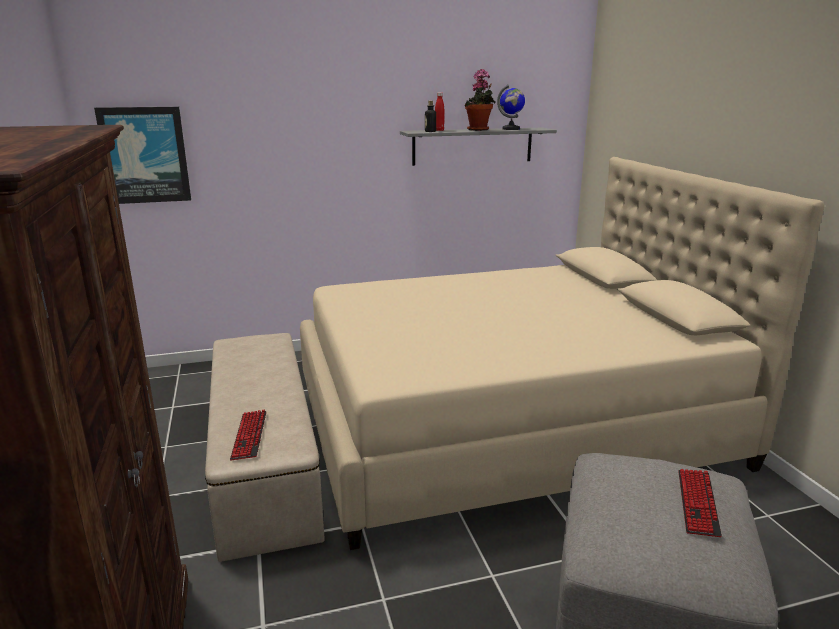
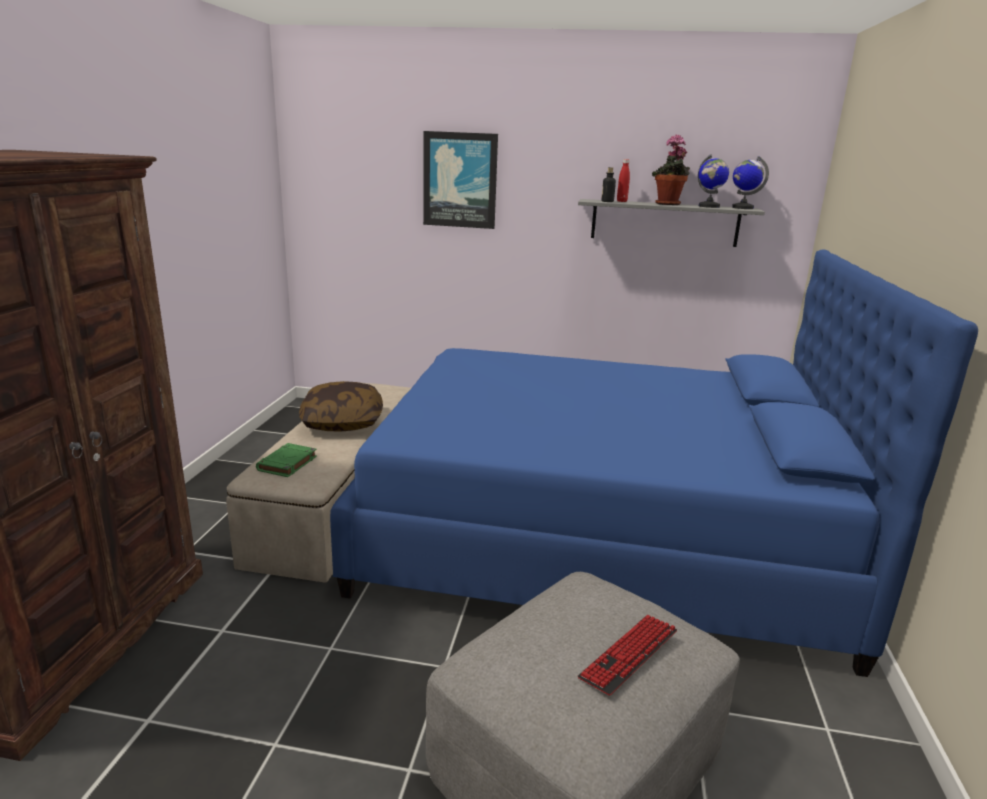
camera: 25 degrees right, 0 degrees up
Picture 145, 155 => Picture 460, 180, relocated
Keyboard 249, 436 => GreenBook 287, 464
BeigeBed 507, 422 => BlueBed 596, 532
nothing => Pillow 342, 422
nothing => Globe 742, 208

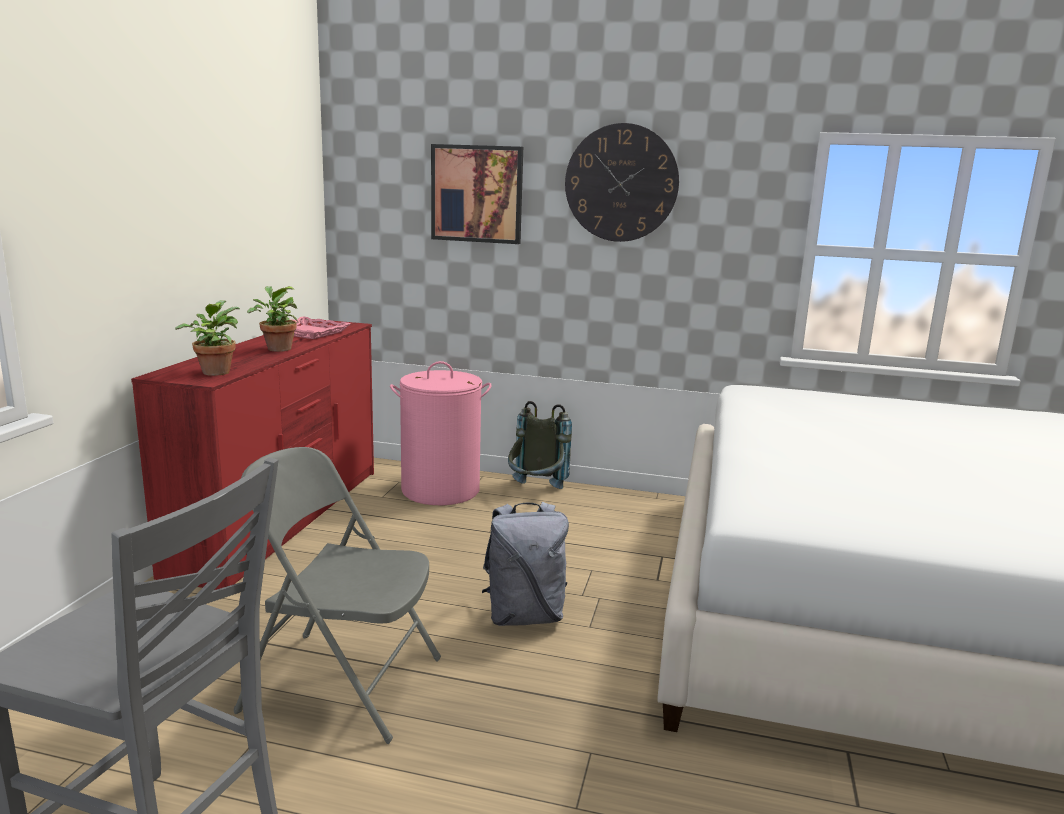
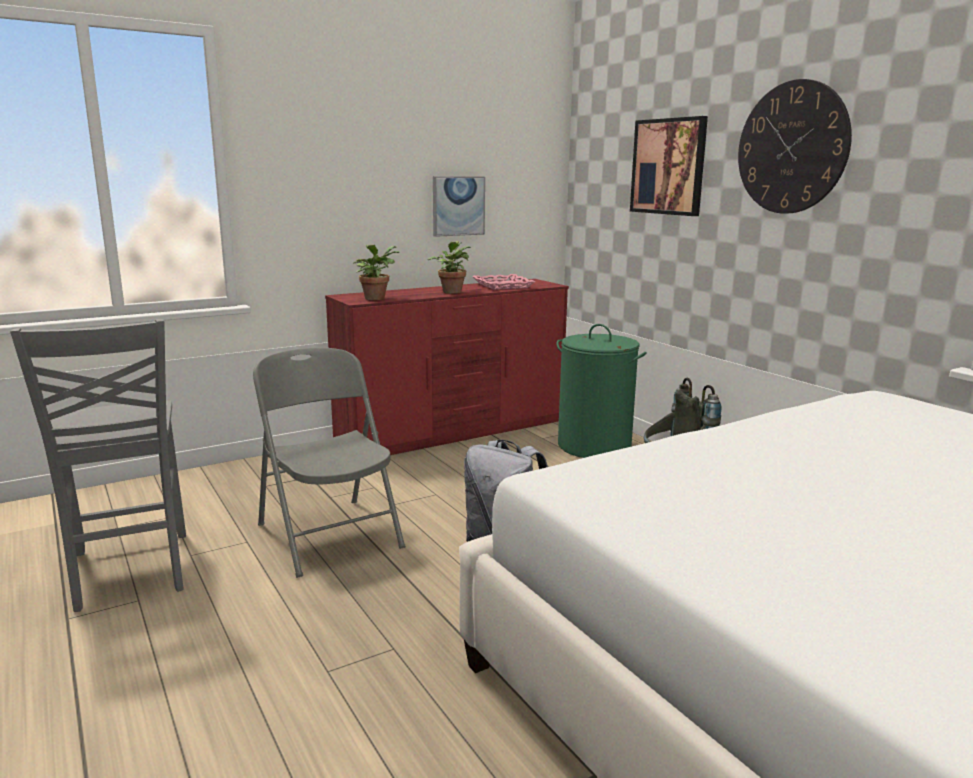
camera: 45 degrees right, 0 degrees up
PinkLaundryBasket 441, 490 => GreenLaundryBasket 594, 446
nothing => Picture 458, 206

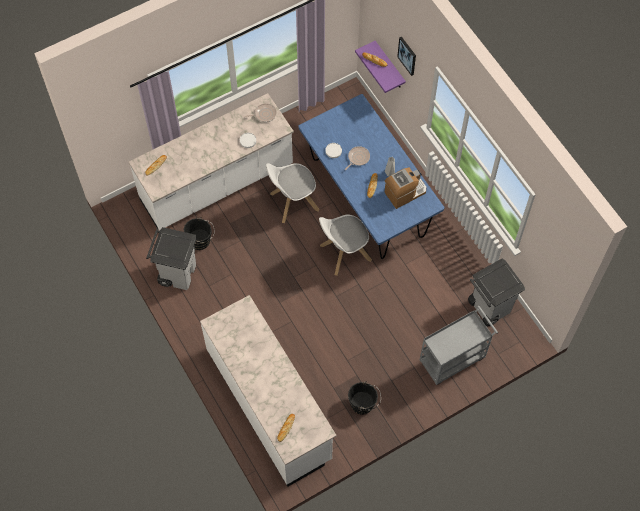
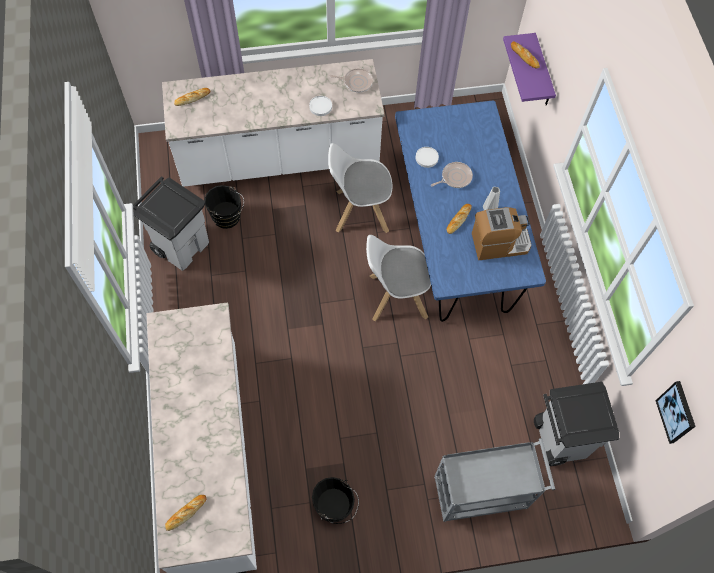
camera: 20 degrees right, 0 degrees up
Picture 407, 55 => Picture 676, 412, relocated

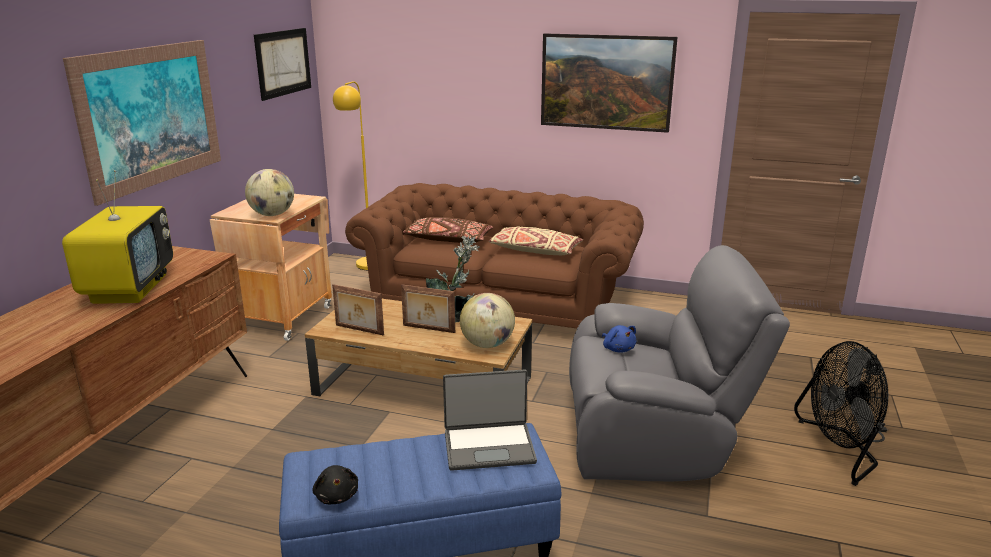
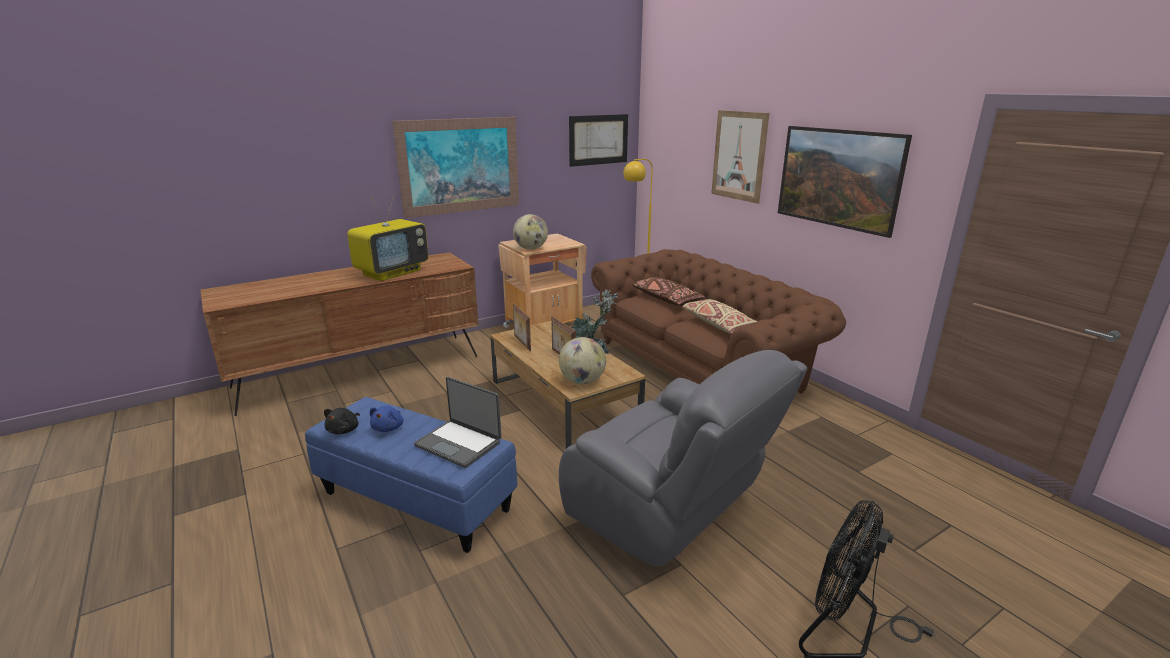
camera: 40 degrees right, 0 degrees up
BluePlushToy 618, 349 => BluePlushToy 389, 428, relocated
nothing => Picture 739, 156

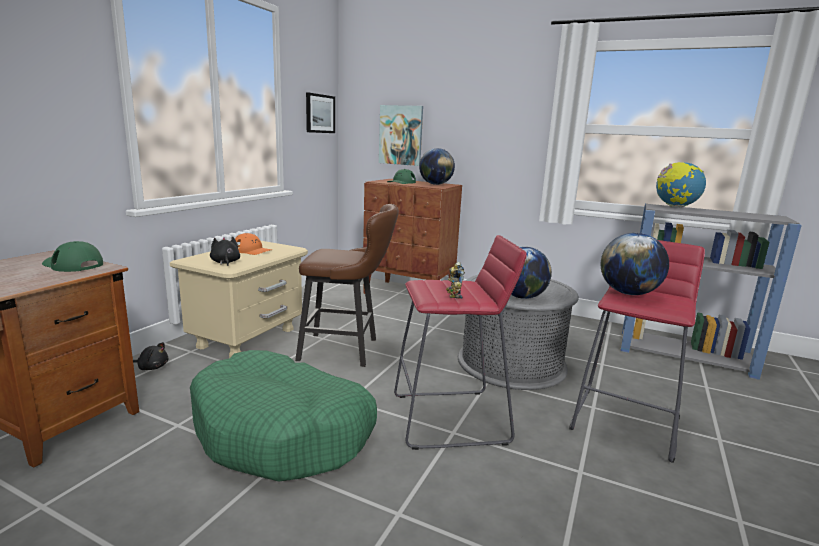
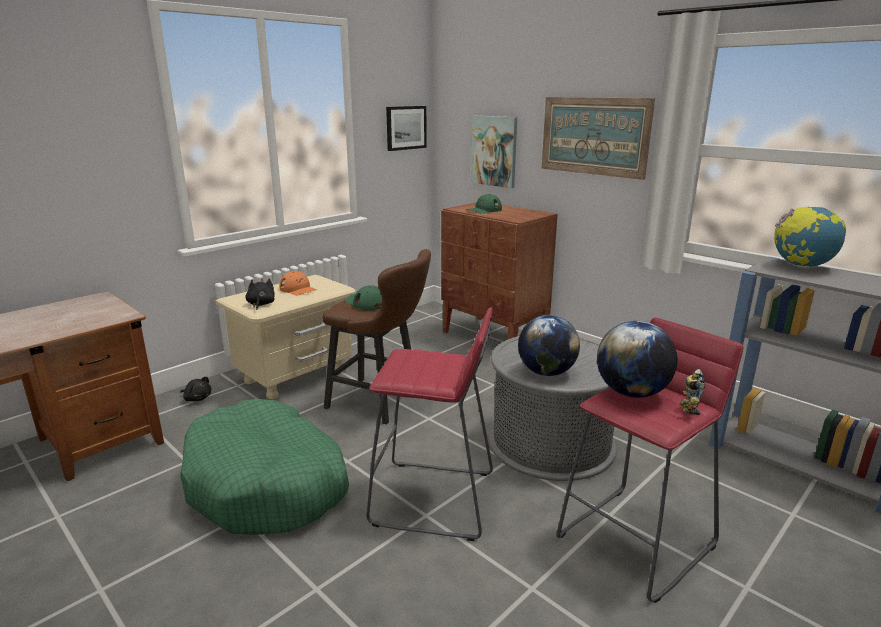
camera: 20 degrees right, 5 degrees up
GreenCap 73, 264 => GreenCap 366, 303, relocated
Globe 435, 184 => nothing
ToyRobot 453, 295 => ToyRobot 688, 408, relocated
nothing => Picture 594, 136

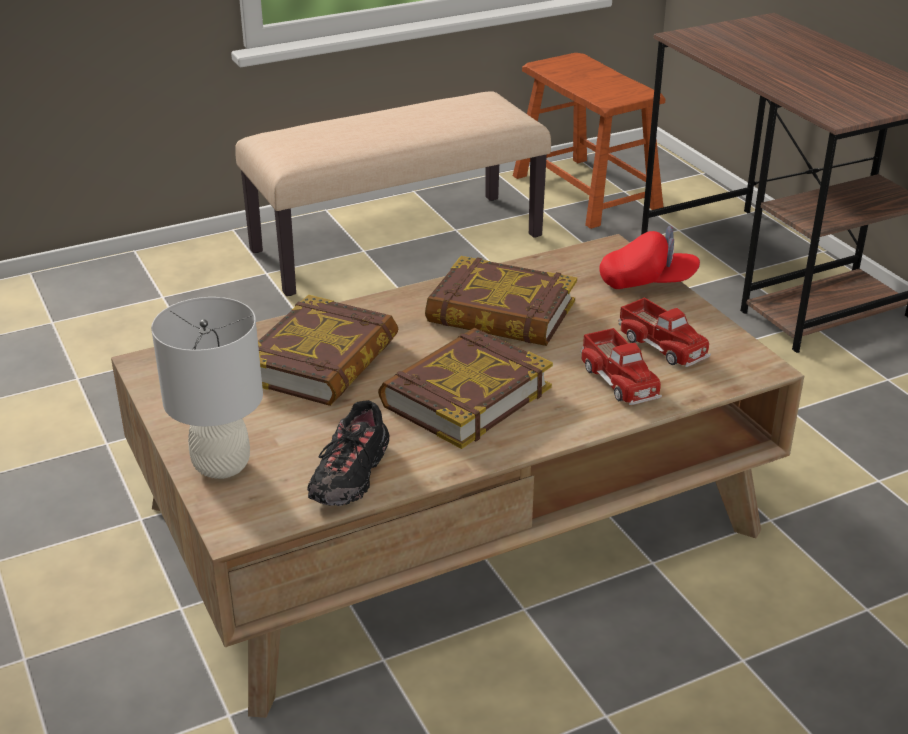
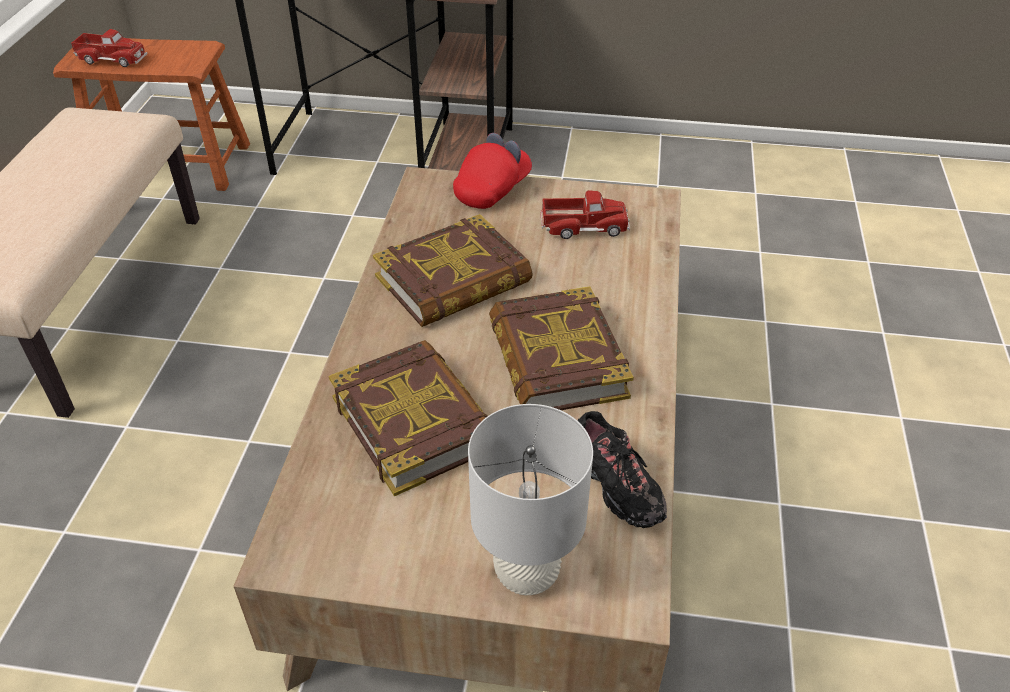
camera: 55 degrees left, 10 degrees up
ToyTruck 620, 379 => ToyTruck 112, 58, relocated

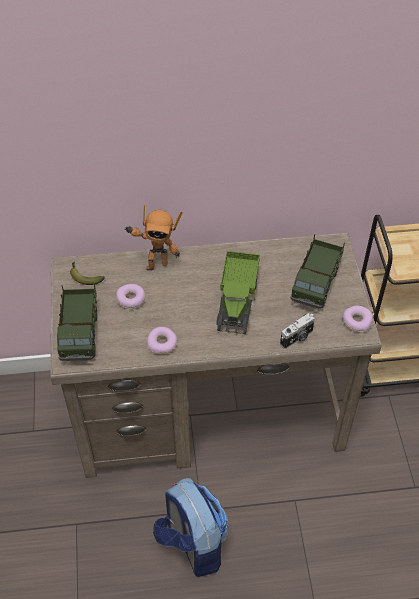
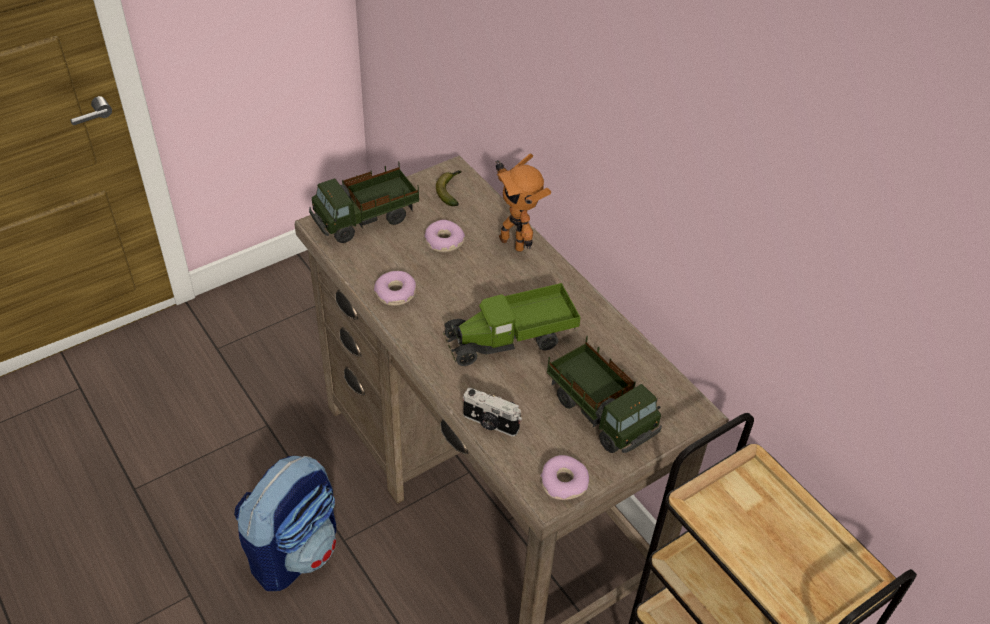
camera: 60 degrees right, 5 degrees down
ToyTruck 316, 283 => ToyTruck 600, 412, 120 degrees counterclockwise

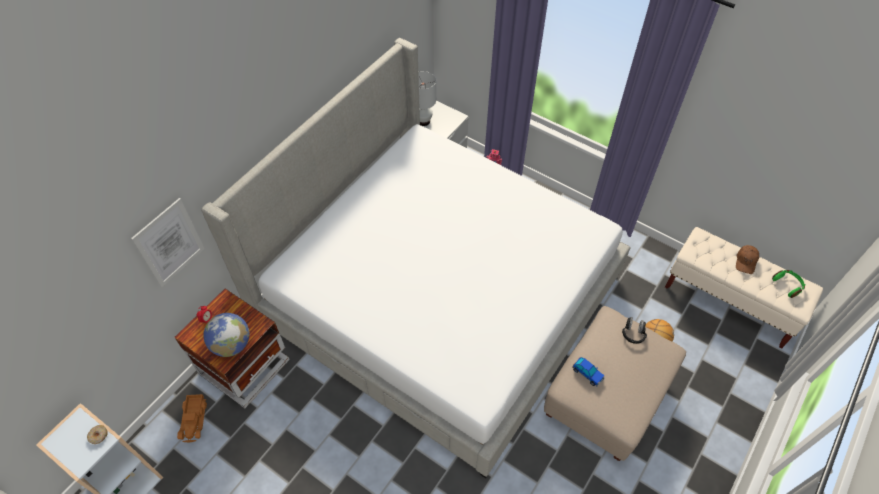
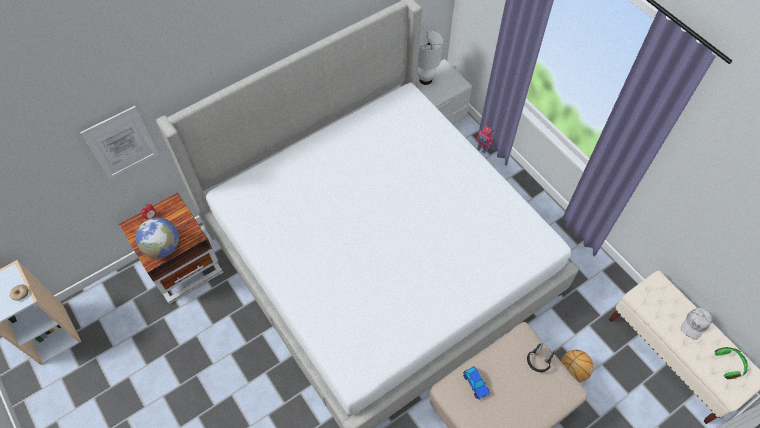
camera: 20 degrees right, 5 degrees up
ToyTruck 194, 419 => nothing
BrownCap 746, 261 => WhiteCap 695, 324

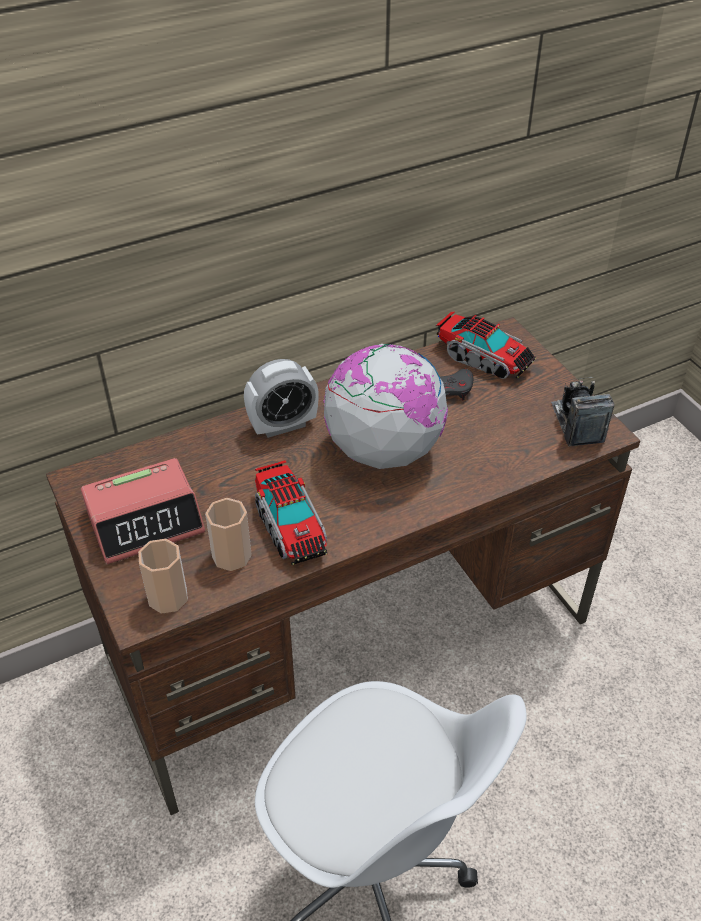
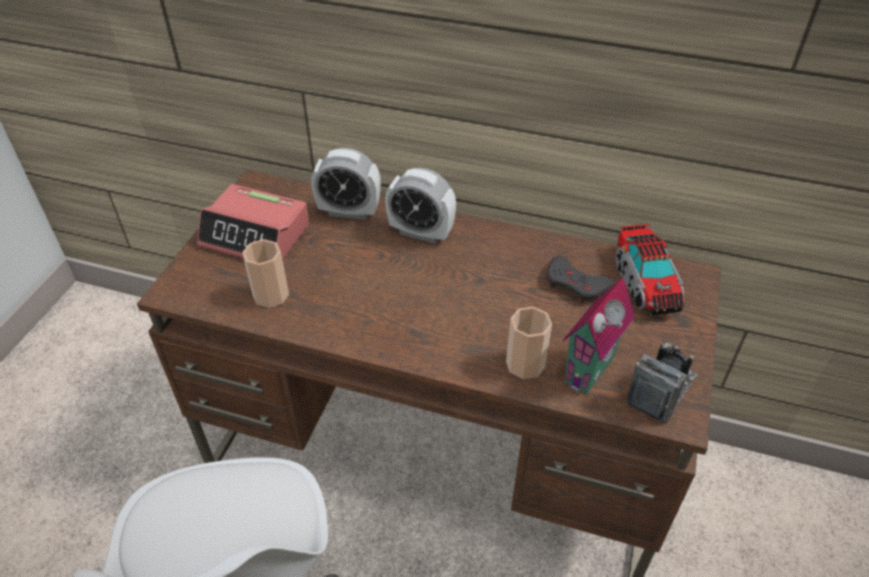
camera: 45 degrees right, 0 degrees up
Cup 168, 597 => Cup 525, 364, relocated
ToyTruck 290, 525 => nothing
Globe 383, 450 => nothing
nothing => AlarmClock 349, 211
nothing => ToyHouse 592, 372

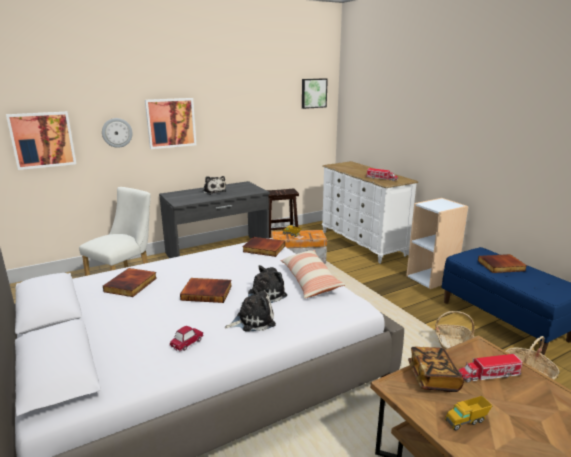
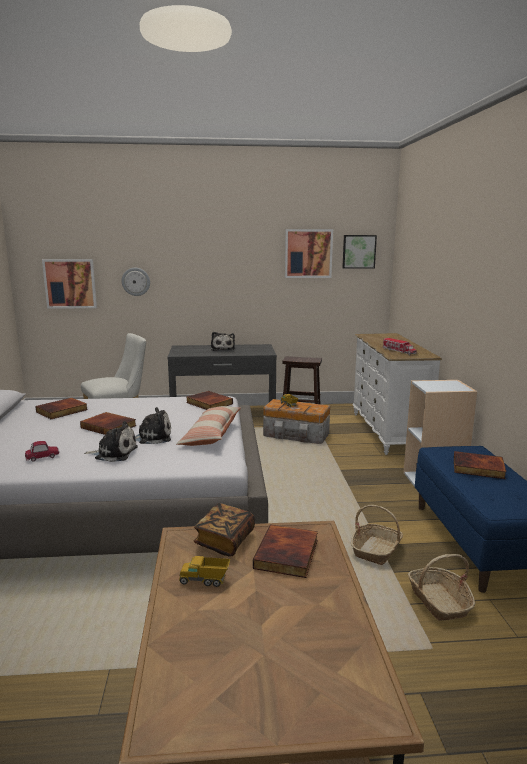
camera: 25 degrees right, 5 degrees down
Picture 171, 123 => Picture 308, 253, relocated
ToyTruck 488, 375 => Book 288, 554

